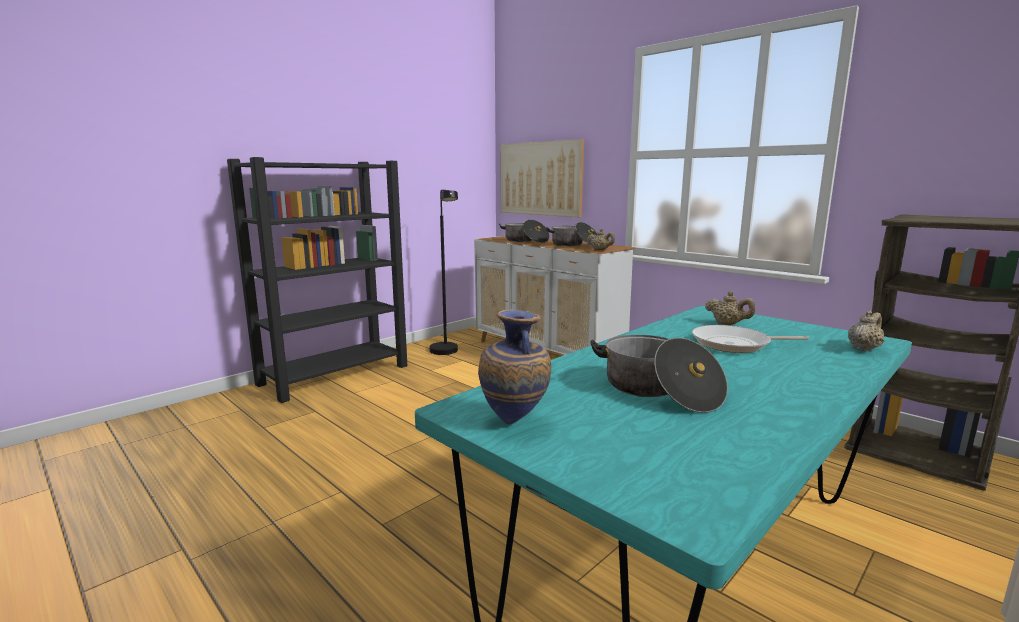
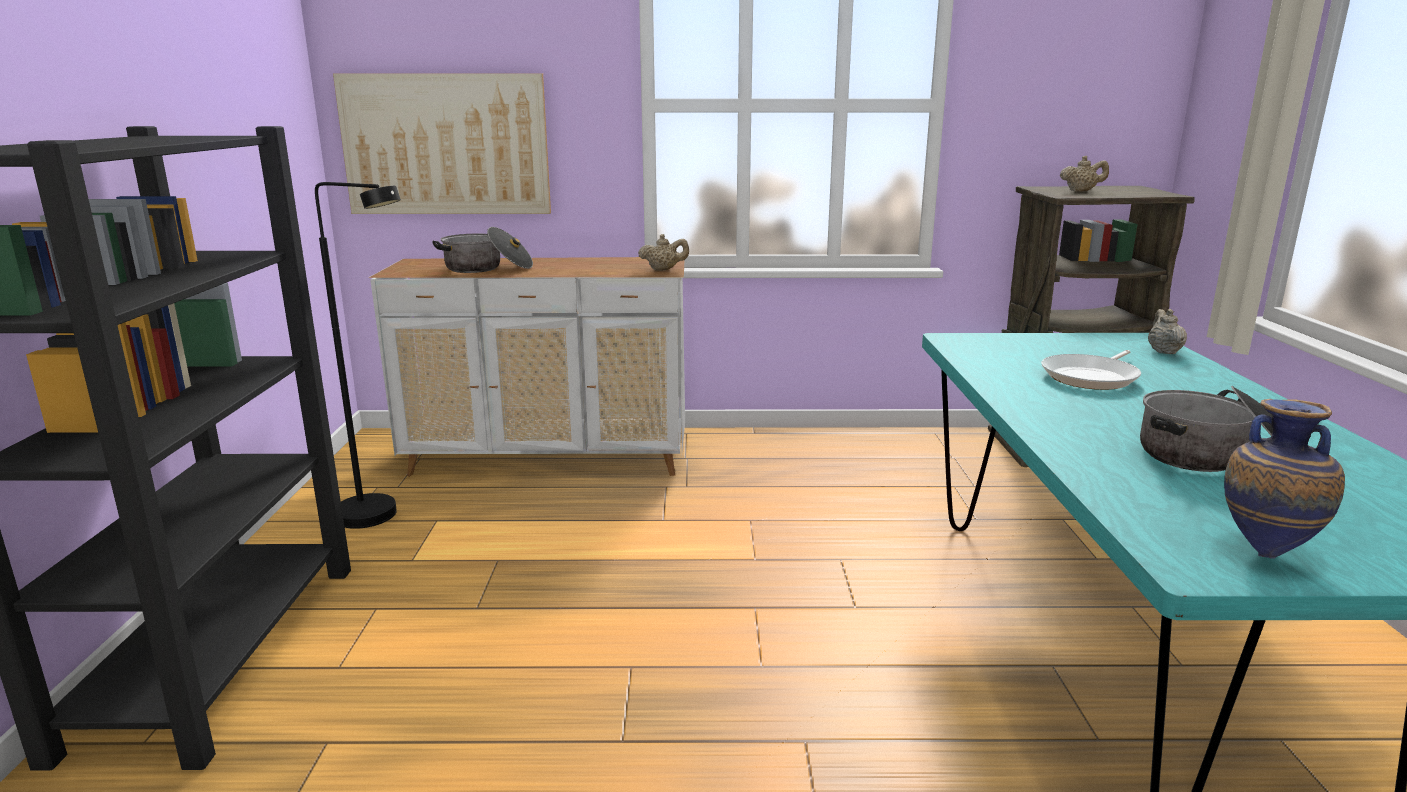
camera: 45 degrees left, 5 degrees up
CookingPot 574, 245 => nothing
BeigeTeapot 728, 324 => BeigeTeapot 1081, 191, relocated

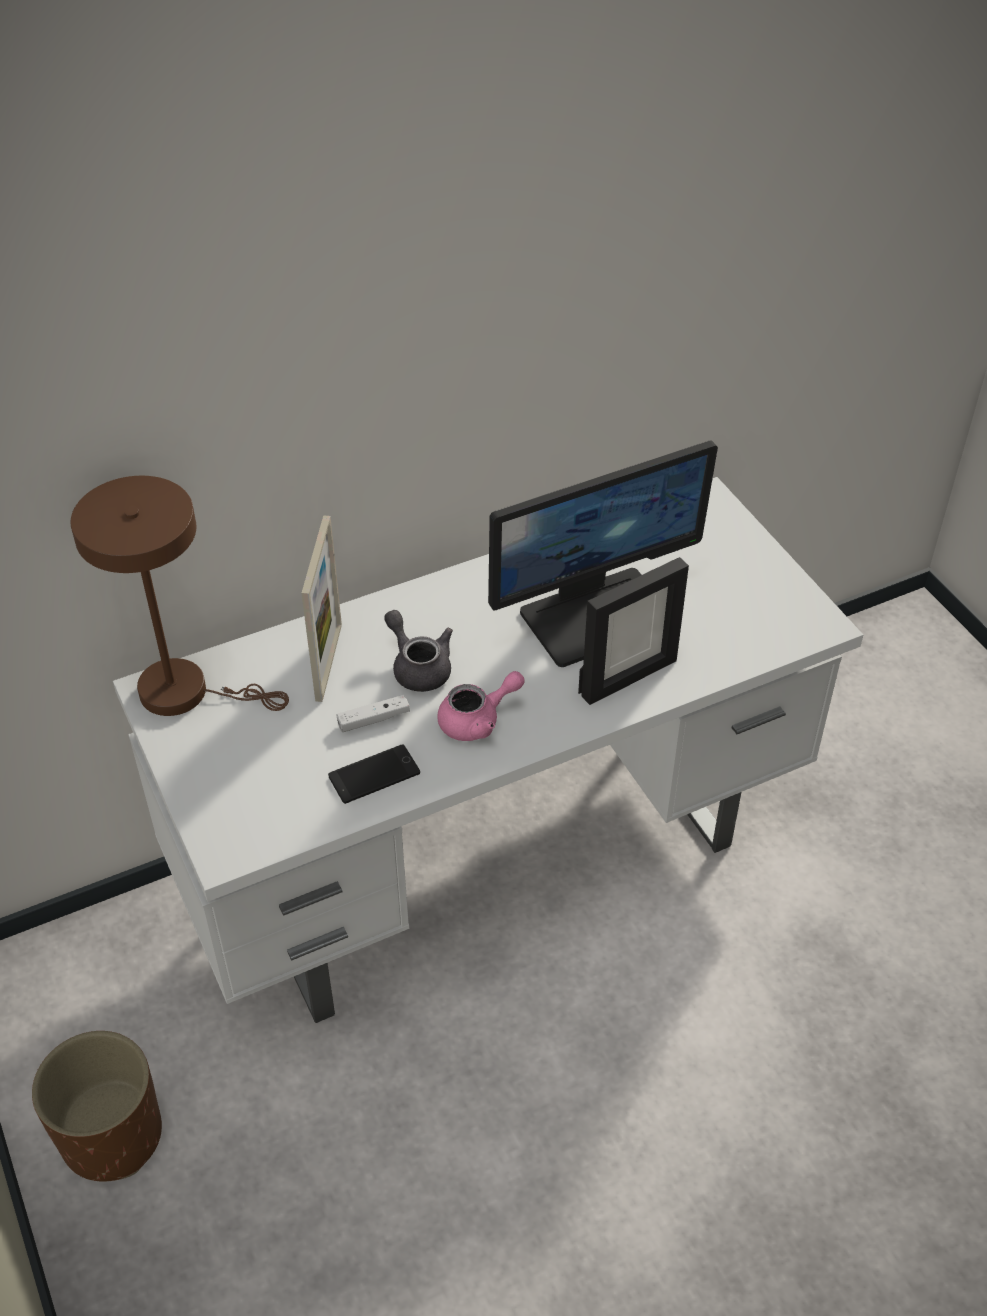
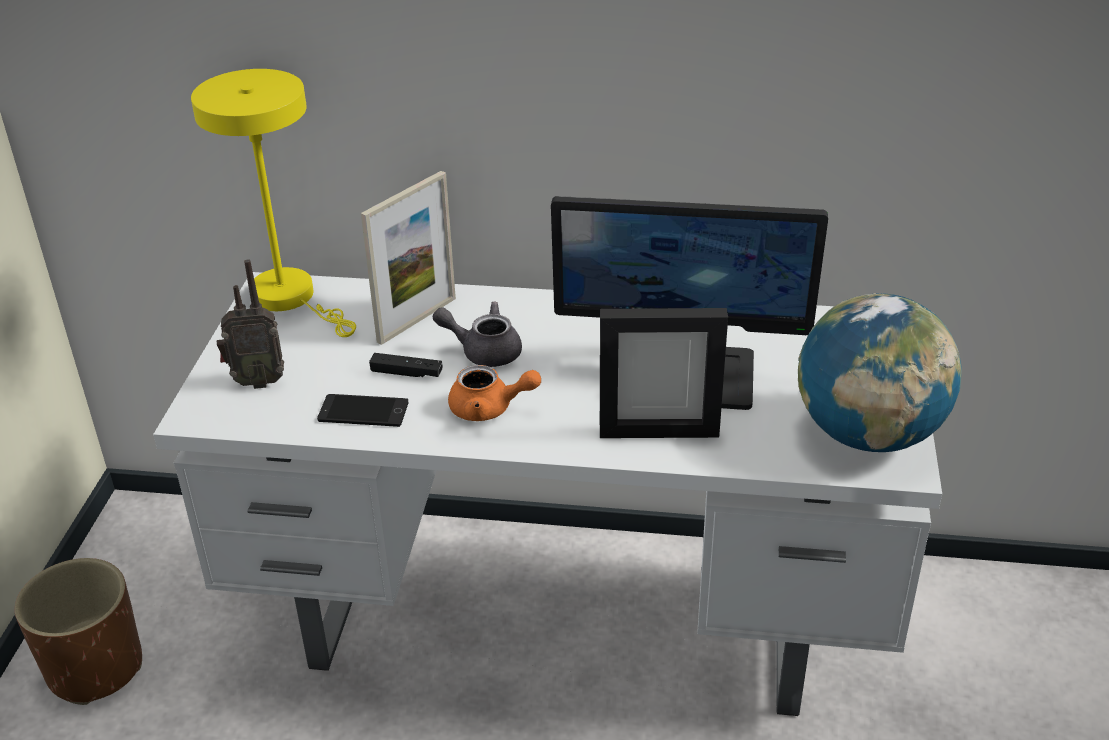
camera: 35 degrees right, 10 degrees down
BrownTableLamp 186, 691 => YellowTableLamp 291, 298
WhiteGameController 373, 719 => BlackGameController 406, 373
GreyTeapot 418, 667 => GreyTeapot 483, 351, 75 degrees counterclockwise
PinkTeapot 477, 720 => OrangeTeapot 489, 409
nothing => Radio 257, 381
nothing => Globe 868, 435

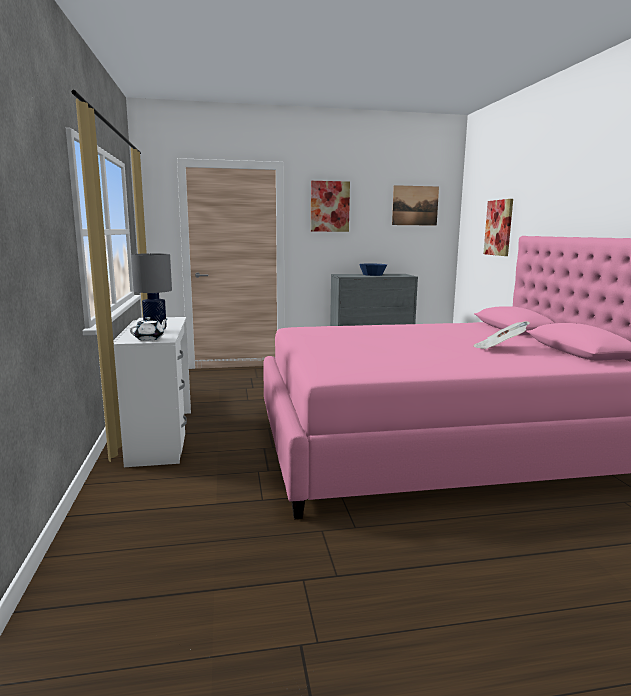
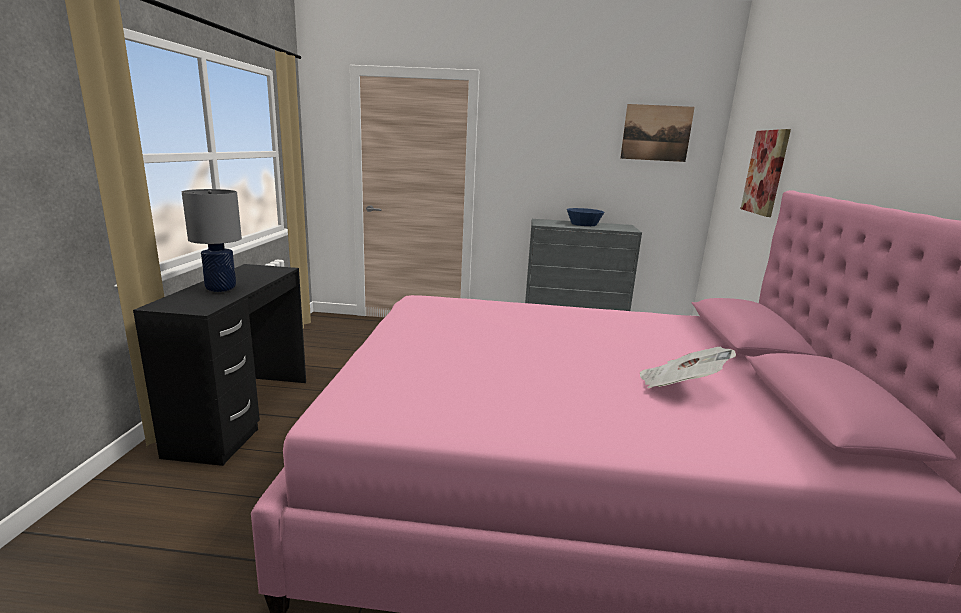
camera: 15 degrees right, 5 degrees up
WhiteDesk 161, 436 => BlackDesk 242, 414
WhiteTeapot 150, 339 => nothing
Picture 329, 206 => nothing

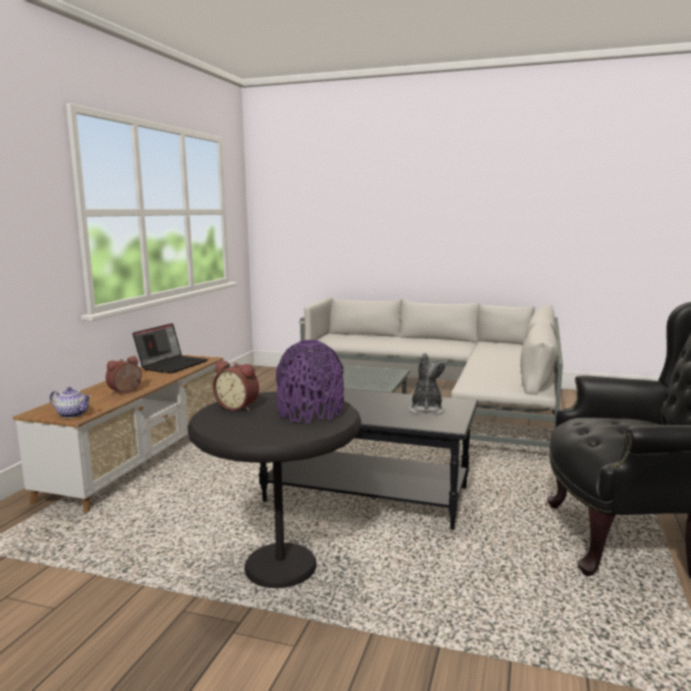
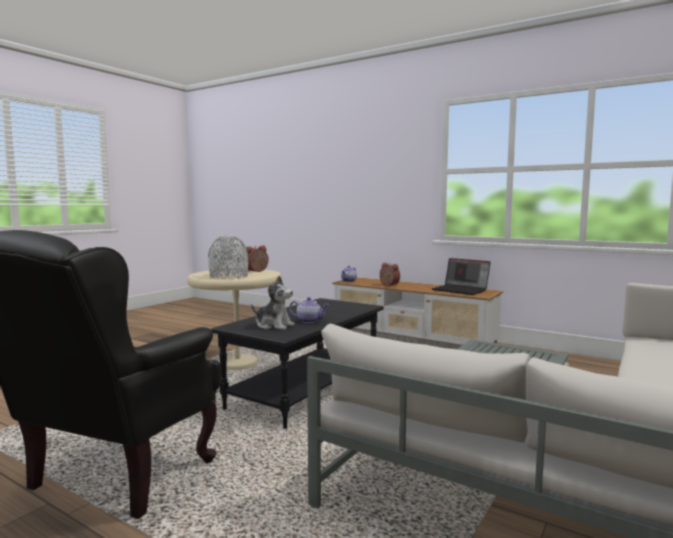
camera: 105 degrees right, 5 degrees down
BlackSideTable 280, 568 => BeigeSideTable 237, 364
PurpleVase 310, 412 => GreyVase 229, 276
nothing => Teapot 309, 321

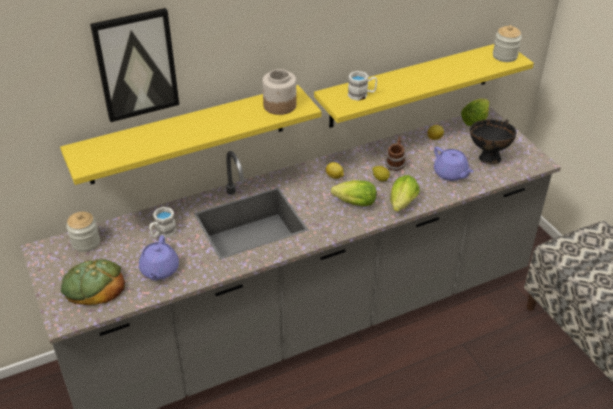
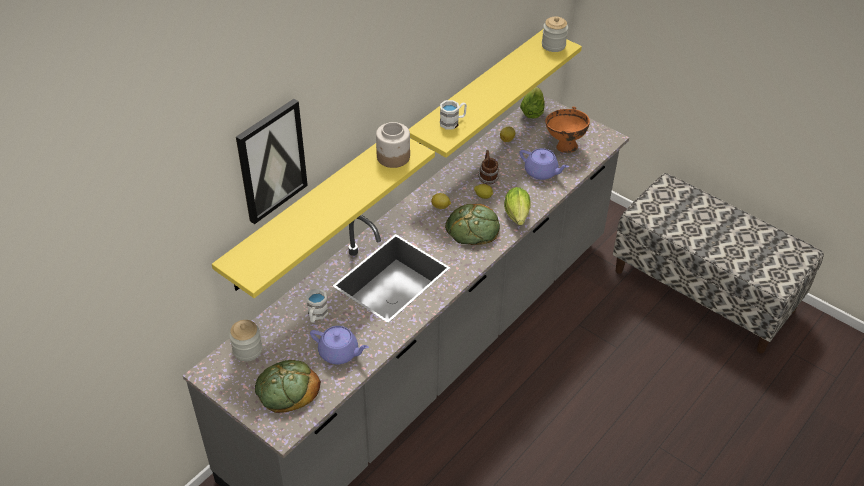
camera: 25 degrees left, 5 degrees up
PurpleTeapot 159, 270 => PurpleTeapot 339, 353, 45 degrees counterclockwise
Lettuce 352, 203 => Bread 473, 228
BlackBowl 487, 158 => OrangeBowl 564, 147

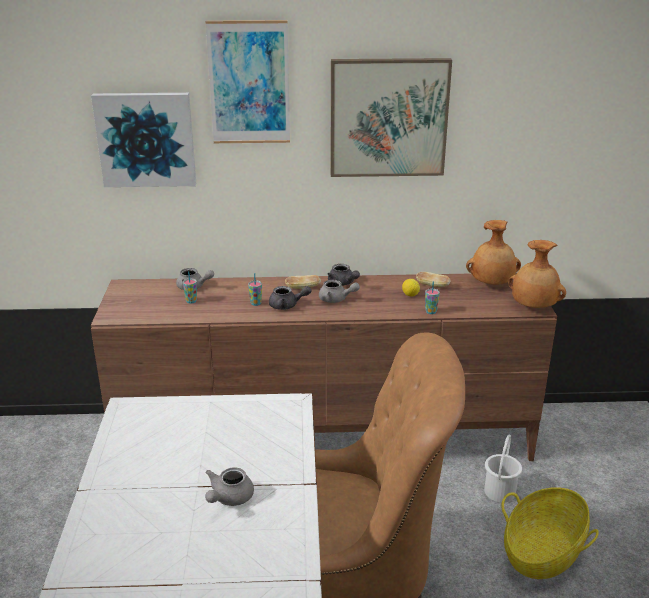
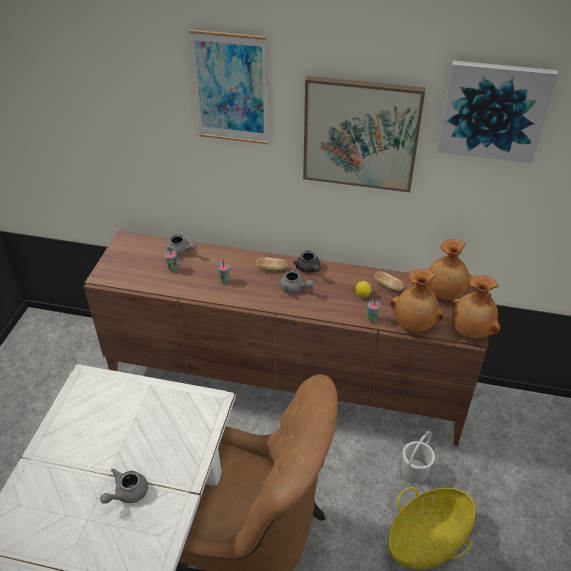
camera: 15 degrees right, 15 degrees up
Picture 146, 139 => Picture 493, 111, relocated
GreyTeapot 287, 305 => nothing
nothing => BrownVase 414, 324

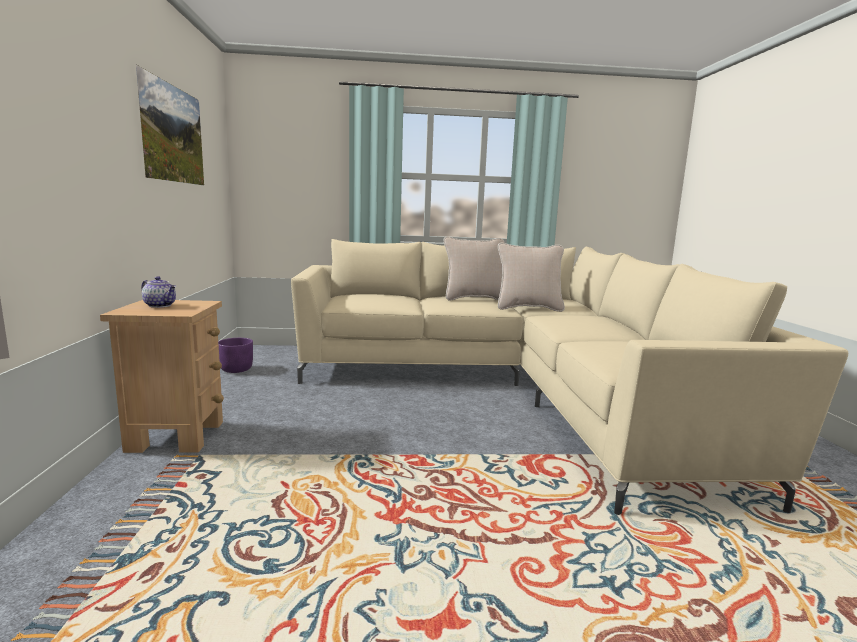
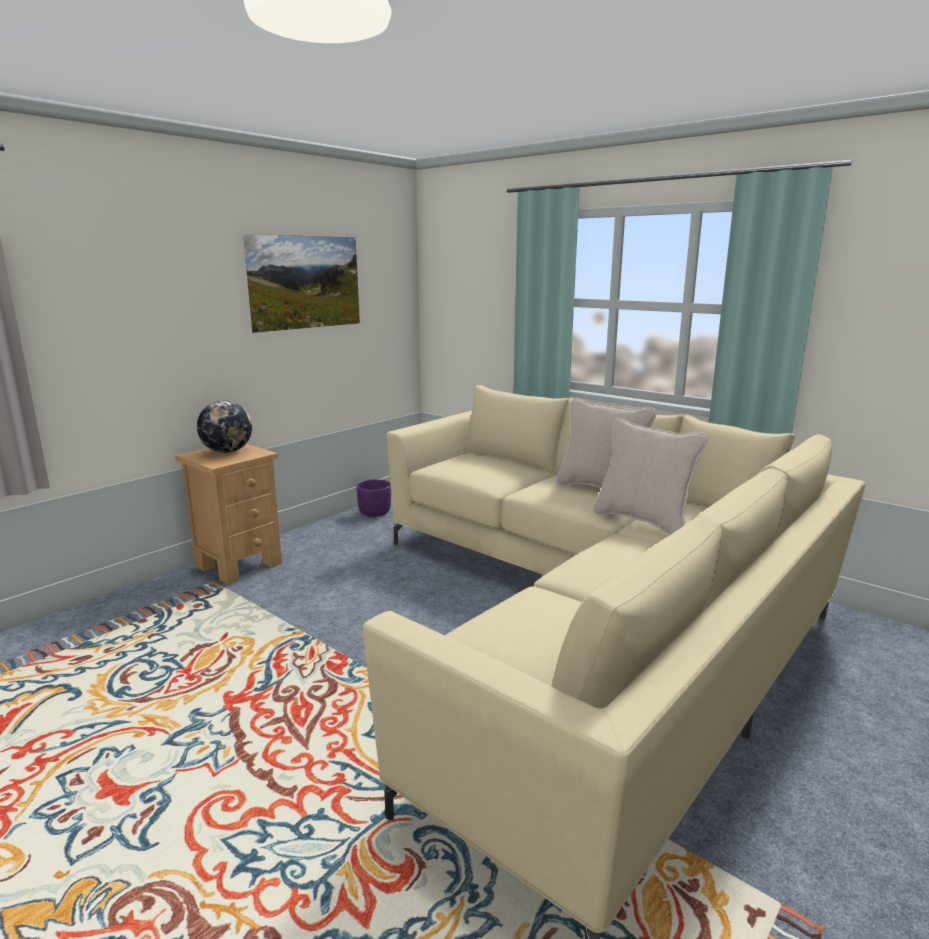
camera: 45 degrees right, 5 degrees up
Teapot 161, 305 => Globe 227, 451

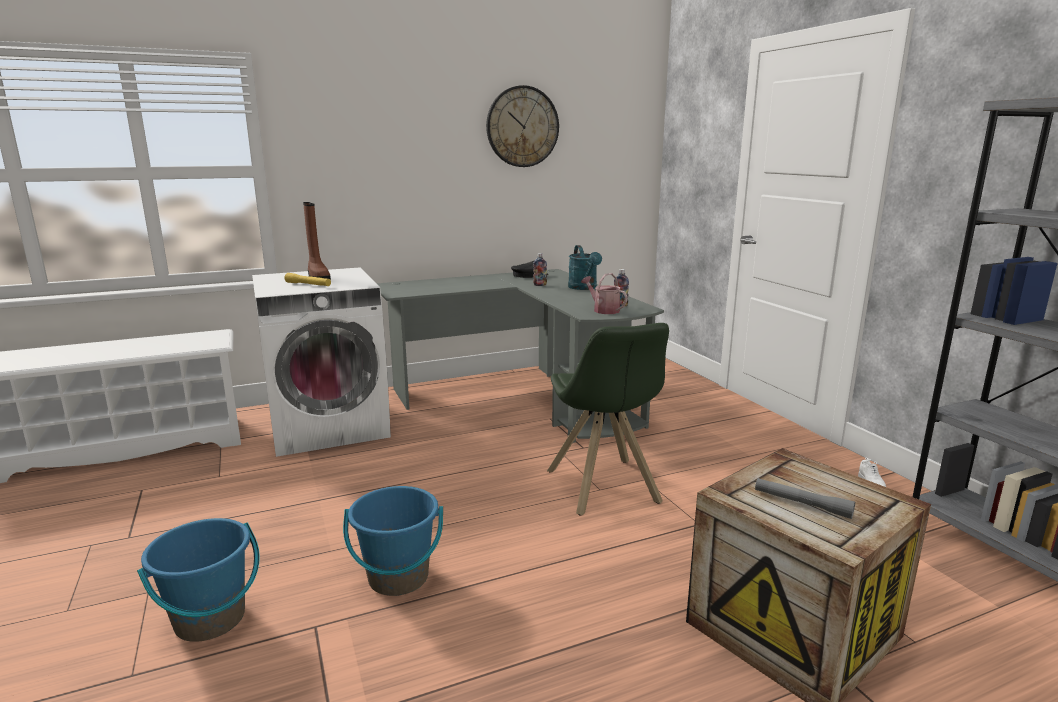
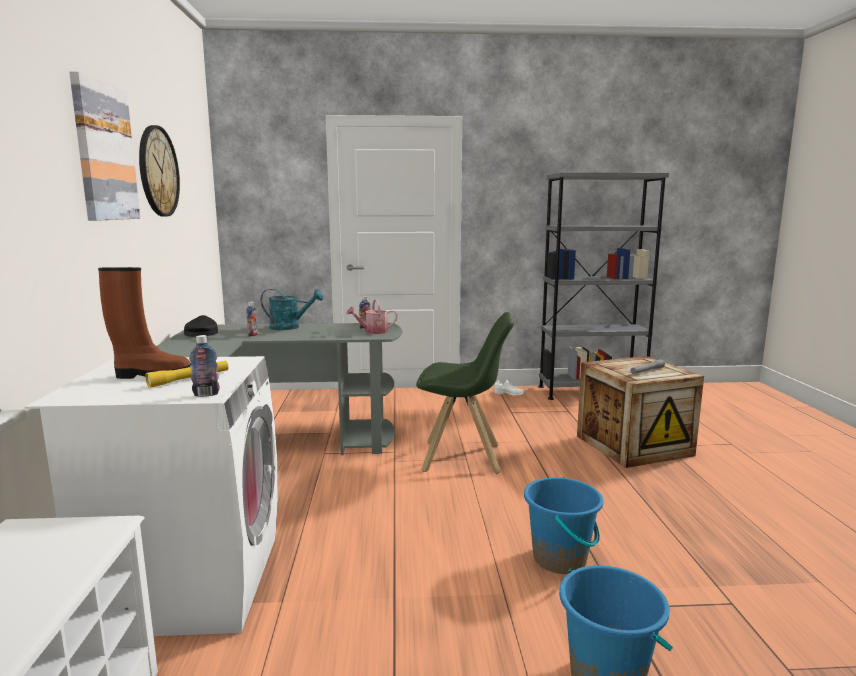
camera: 70 degrees left, 5 degrees down
nothing => Picture 104, 152
nothing => Bottle 206, 394

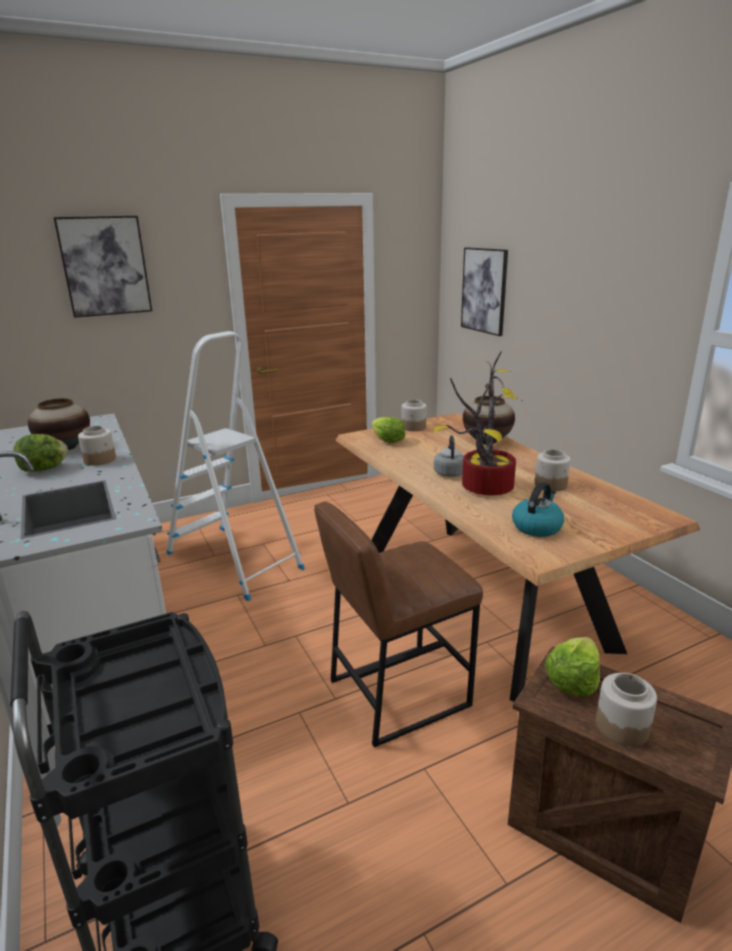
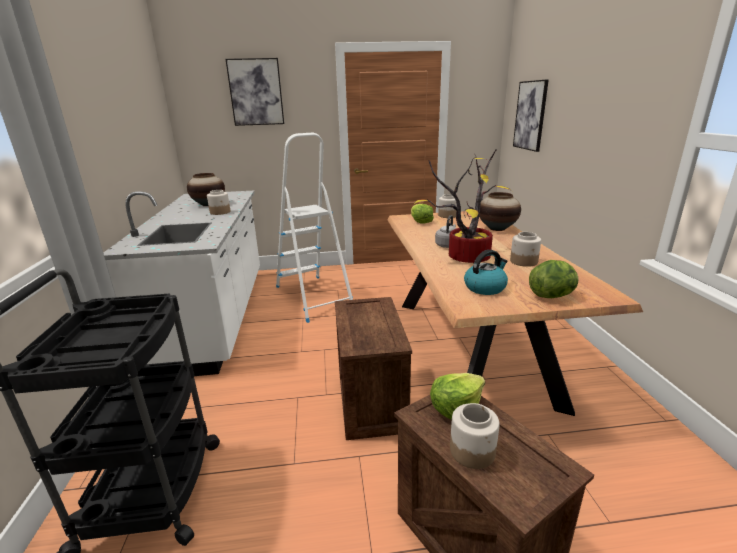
camera: 20 degrees right, 0 degrees up
Lettuce 44, 469 => Lettuce 552, 296, relocated
BrownChair 397, 693 => Crate 370, 401

